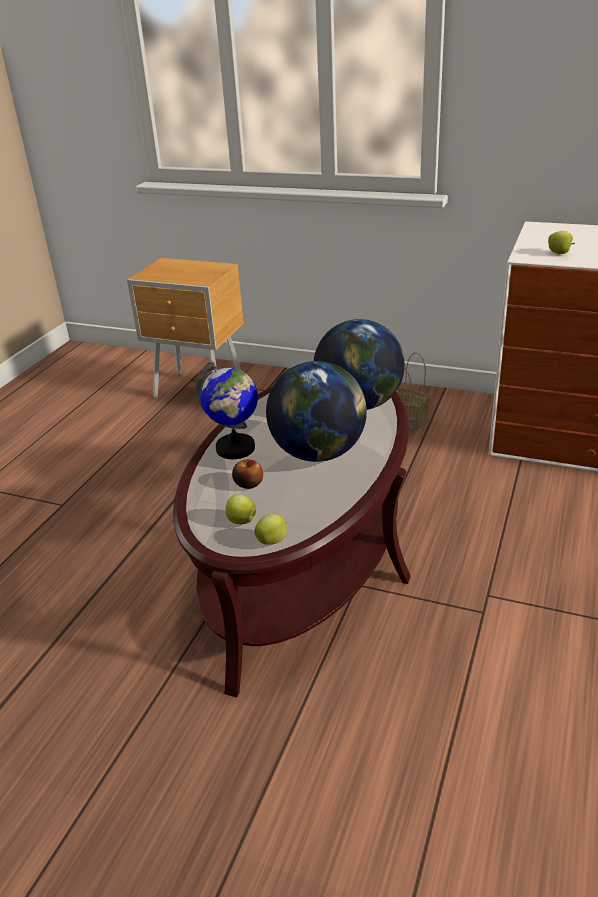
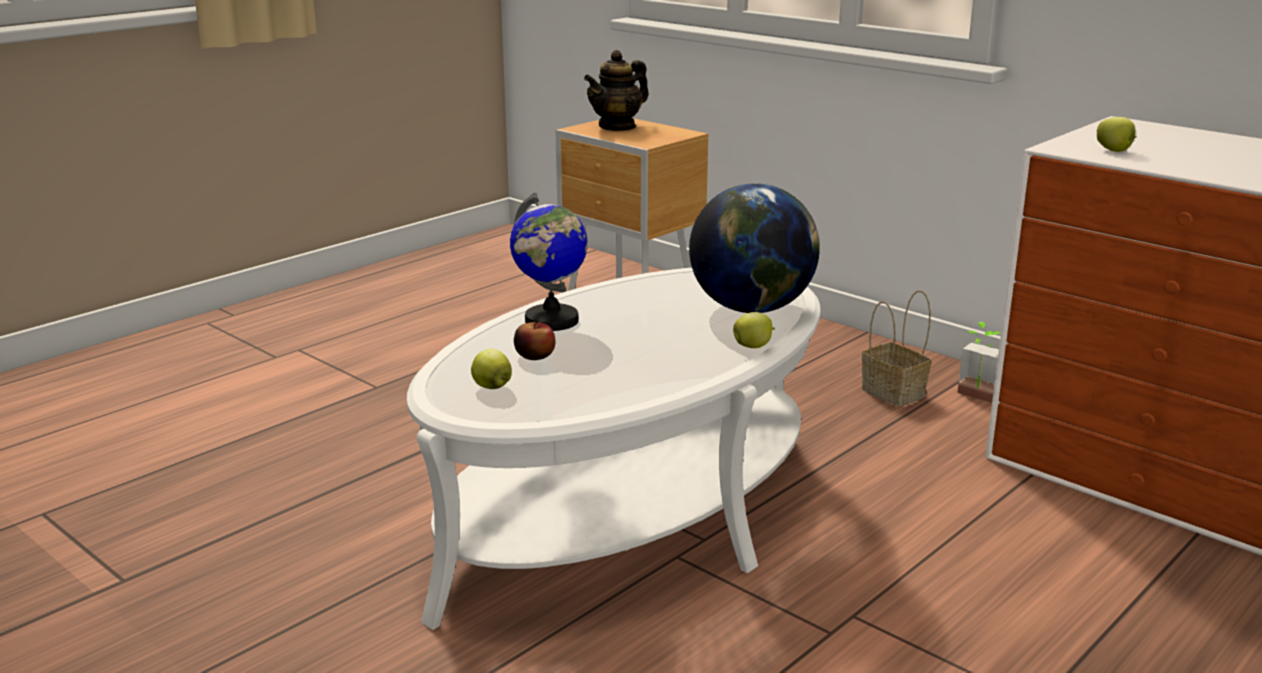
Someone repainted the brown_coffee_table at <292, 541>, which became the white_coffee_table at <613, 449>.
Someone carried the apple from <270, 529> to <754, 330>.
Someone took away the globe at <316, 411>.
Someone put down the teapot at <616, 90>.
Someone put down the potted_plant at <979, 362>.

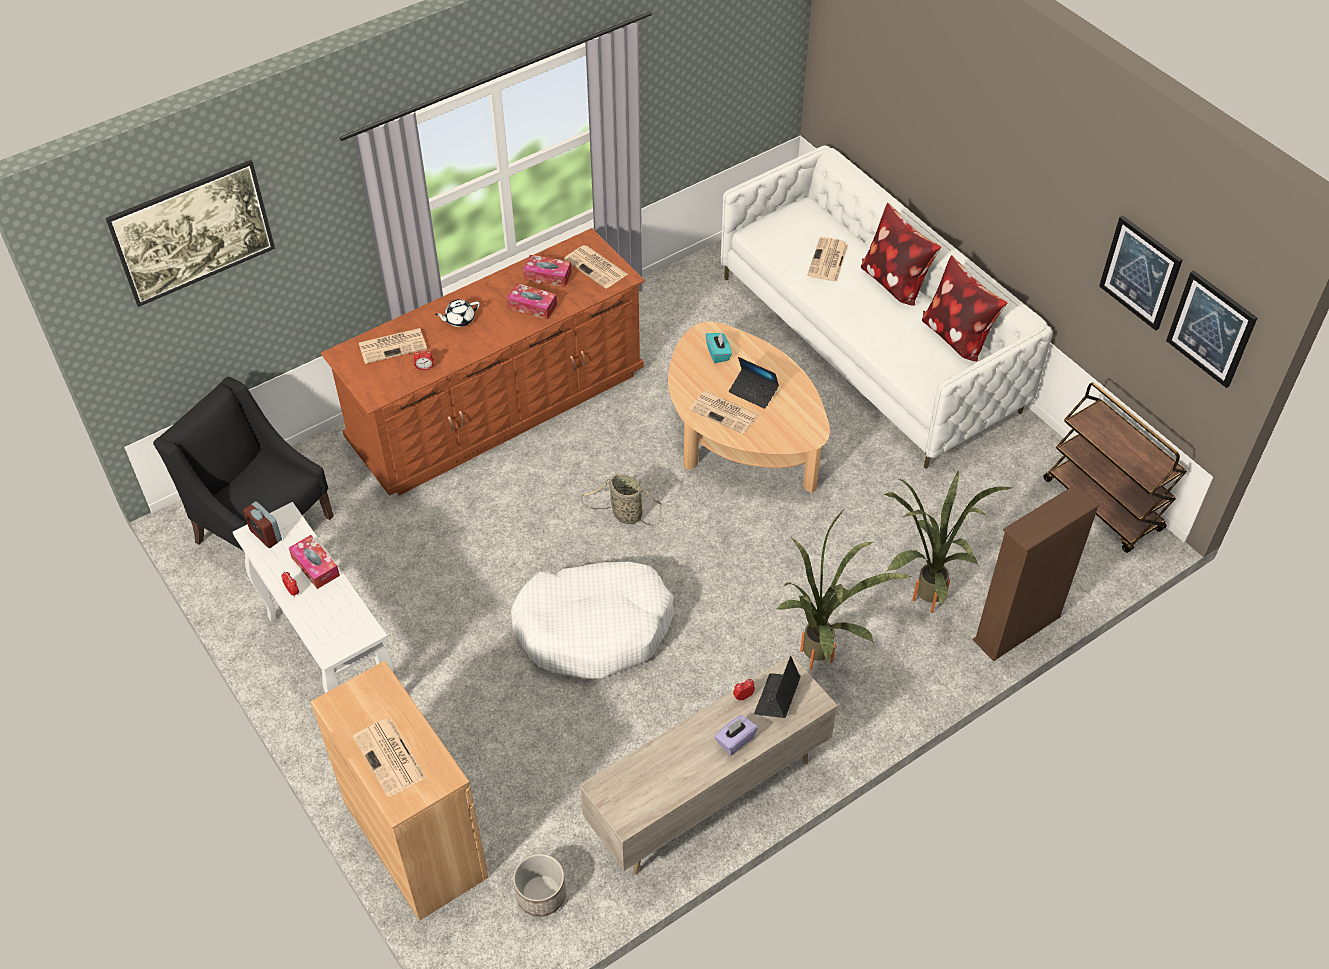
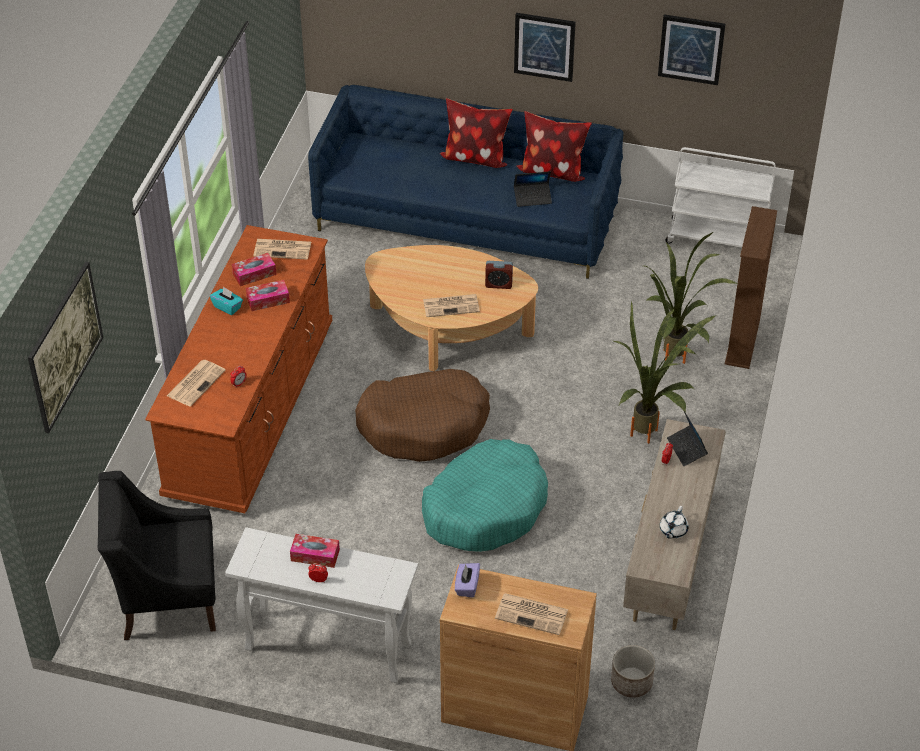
Someone carried the alarm_clock from <262, 524> to <499, 275>.
Someone carried the white_teapot from <457, 313> to <674, 522>.
Someone repainted the white_dog_bed at <592, 620>, which became the turquoise_dog_bed at <485, 495>.
Someone swapped the basket at <621, 500> for the brown_dog_bed at <422, 415>.
Someone carried the turquoise_tissue_box from <719, 347> to <226, 301>.
Someone carried the purple_tissue_box from <736, 735> to <467, 580>.
Someone repainted the white_sofa at <887, 307>, which became the blue_sofa at <465, 182>.
Someone carried the laptop from <754, 383> to <533, 189>.
Someone took away the newspaper at <827, 259>.
Someone repainted the brown_cart at <1115, 467>, which became the white_cart at <720, 197>.
Someone carried the picture from <1211, 329> to <545, 47>.

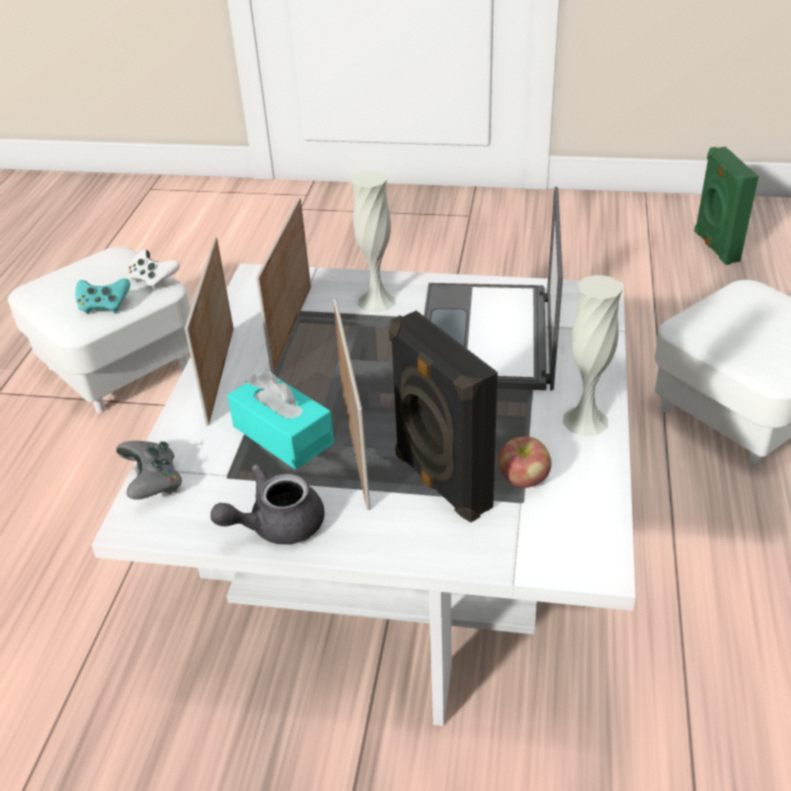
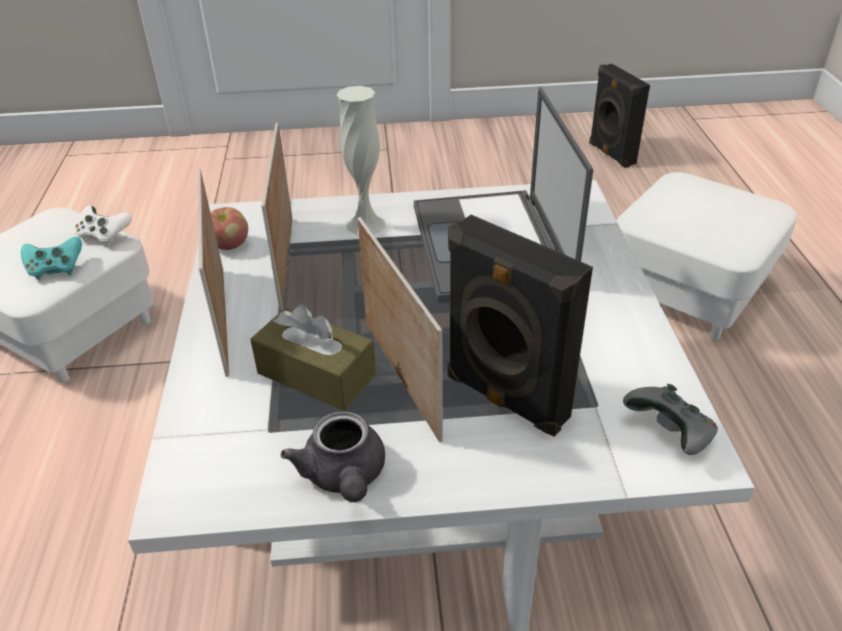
Someone carried the grey_game_controller from <149, 470> to <670, 419>.
Someone rotated the grey_teapot at <267, 504> by 60 degrees counterclockwise.
Someone repainted the turquoise_tissue_box at <280, 420>, which became the brown_tissue_box at <313, 357>.
Someone carried the apple from <525, 462> to <229, 228>.
Someone took away the white_vase at <593, 355>.
Someone repainted the green_speaker at <726, 206>, which became the black_speaker at <619, 116>.

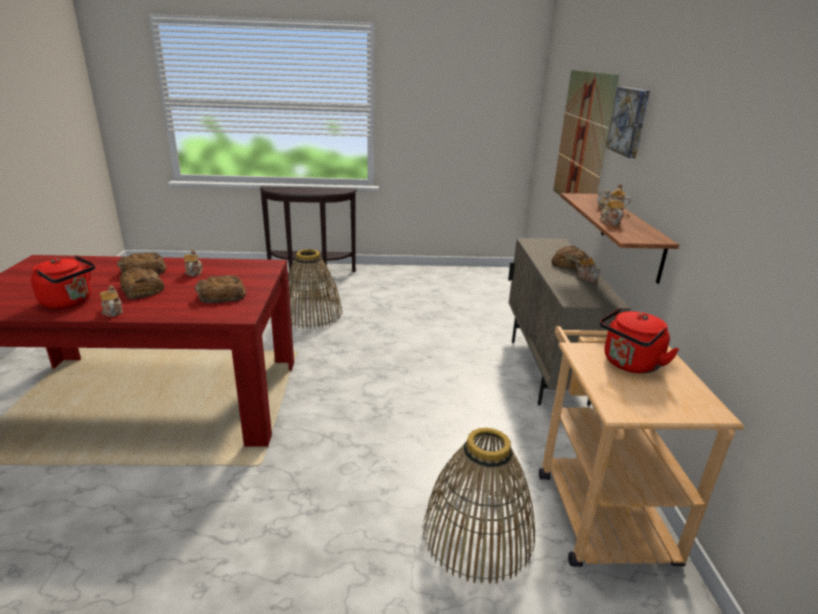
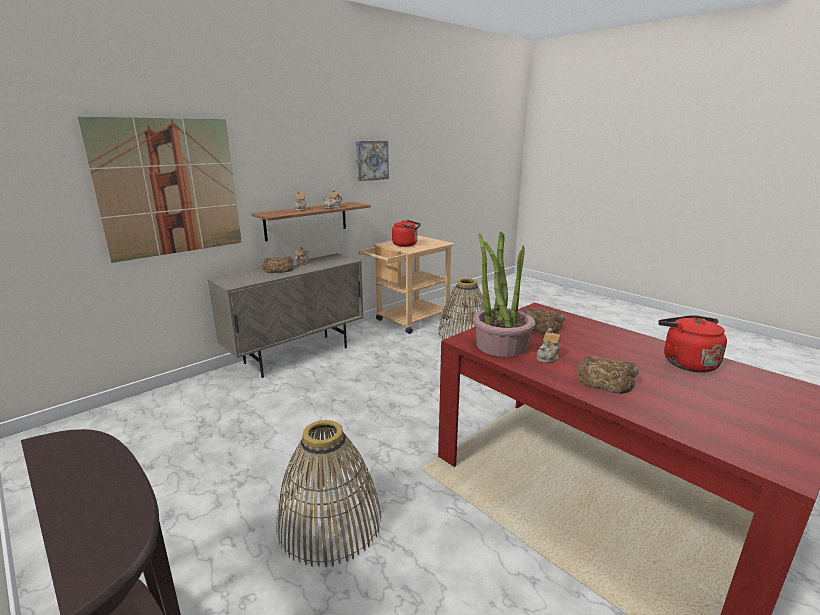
Someone took away the teapot at <111, 300>.
Someone took away the bread at <142, 283>.
Someone carried the picture from <628, 122> to <372, 161>.
Someone put down the potted_plant at <504, 294>.

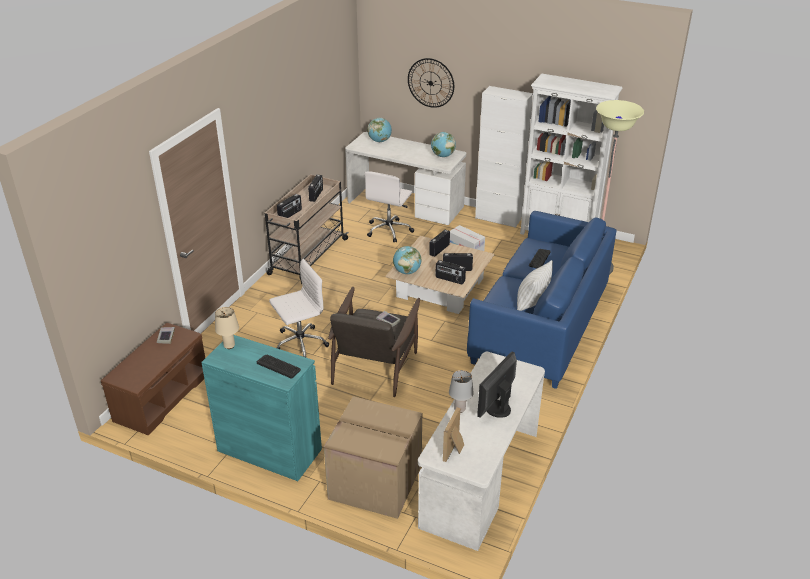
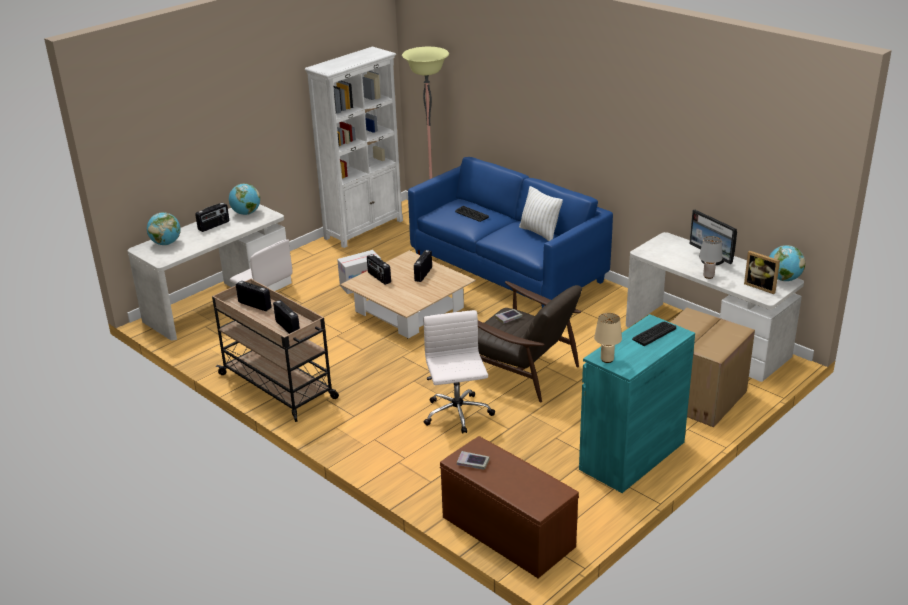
Someone carried the globe from <407, 260> to <787, 263>.
Someone took away the wall_clock at <431, 83>.
Someone carried the radio from <450, 272> to <212, 217>.
Someone took away the white_cabinet at <504, 157>.

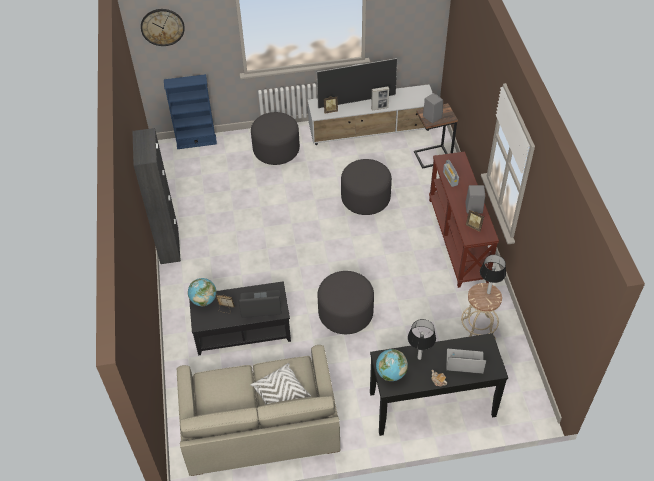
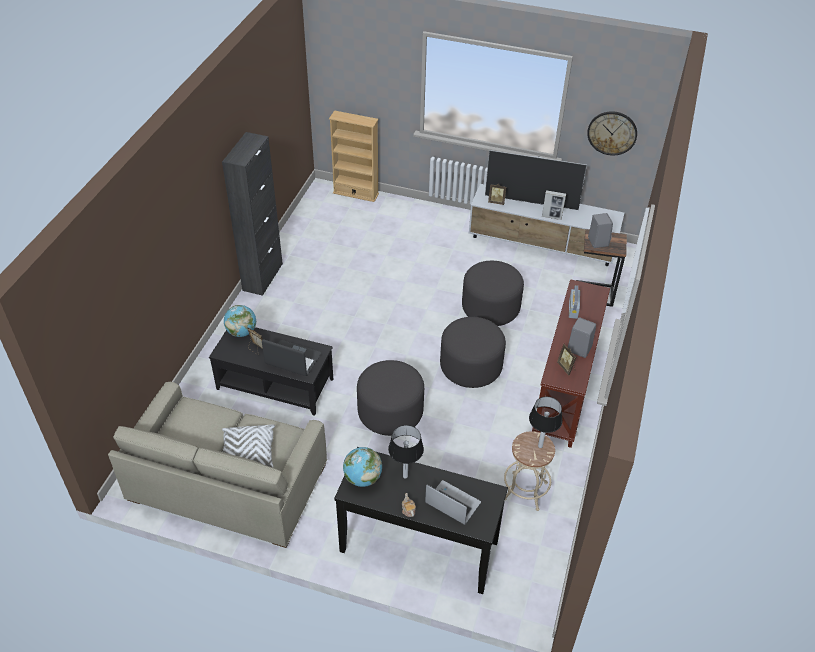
Someone carried the wall_clock from <163, 27> to <612, 133>.
Someone repainted the blue_bookcase at <190, 111>, which became the beige_bookcase at <354, 156>.
Someone carried the grey_ottoman from <275, 138> to <473, 352>.

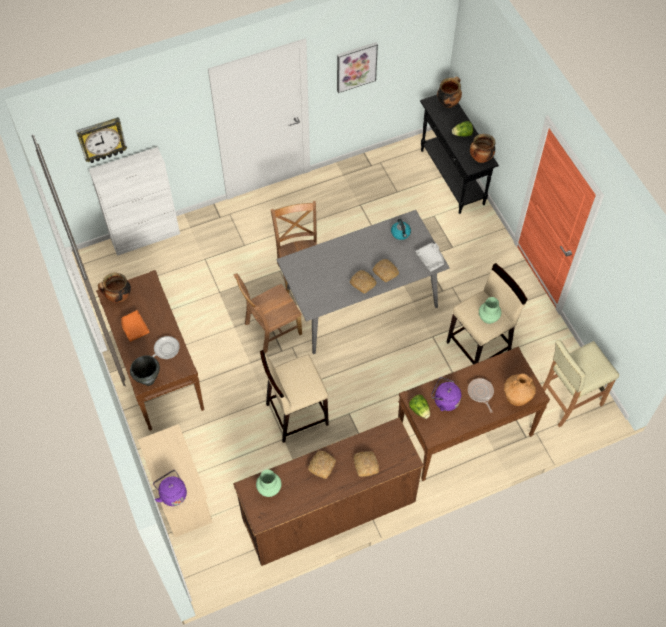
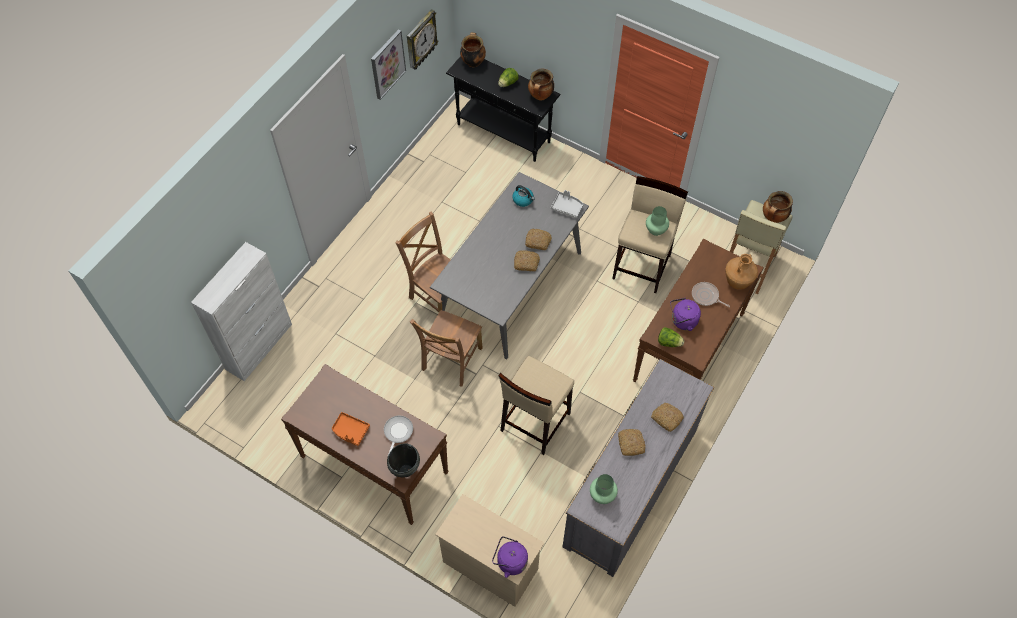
Someone carried the wall_clock from <101, 140> to <422, 39>.
Someone carried the cooking_pot from <114, 287> to <778, 207>.
Someone repainted the brown_dresser at <328, 491>, which became the grey_dresser at <638, 468>.

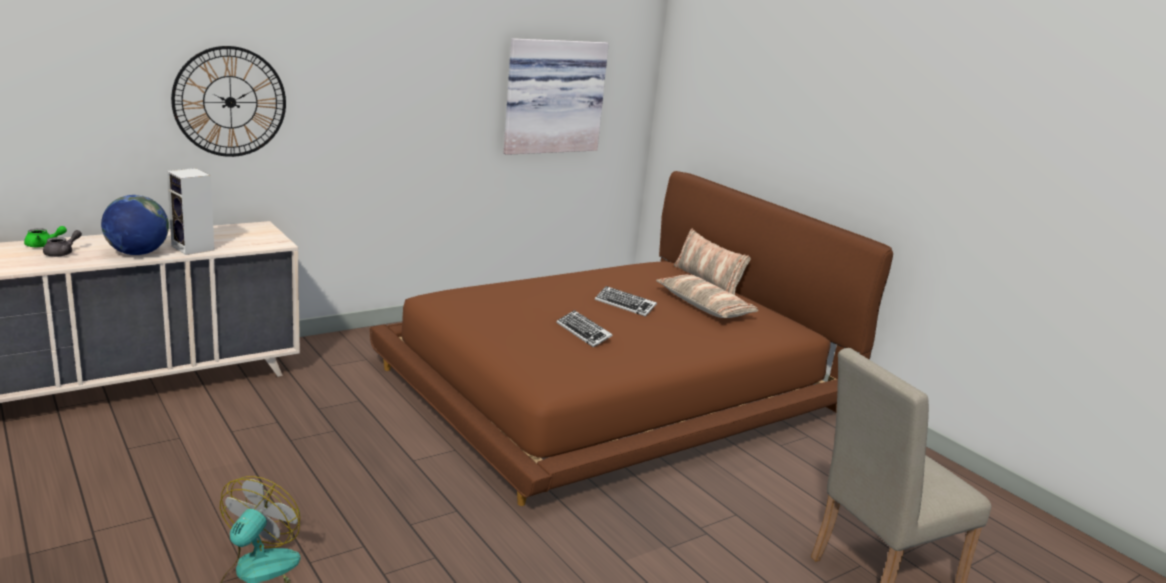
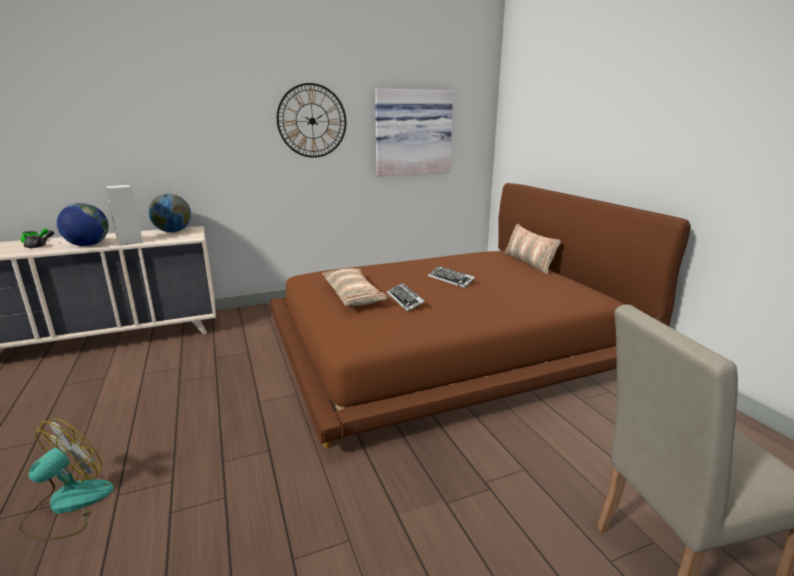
Someone carried the wall_clock from <228, 101> to <311, 120>.
Someone carried the pillow from <707, 296> to <354, 287>.
Someone put down the globe at <170, 213>.

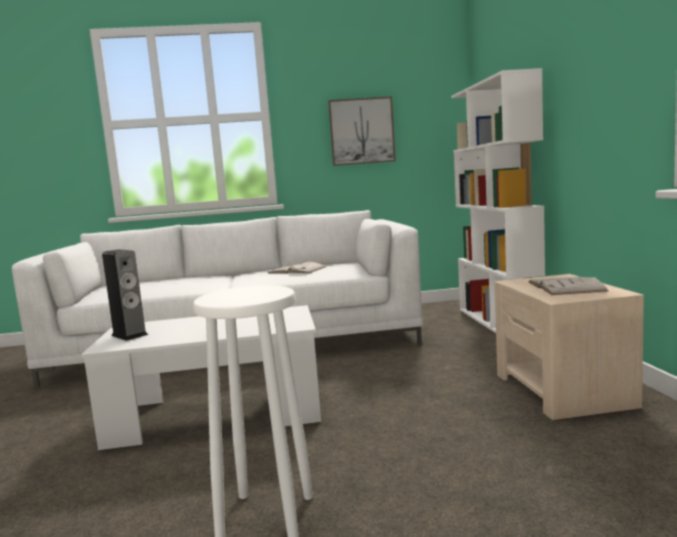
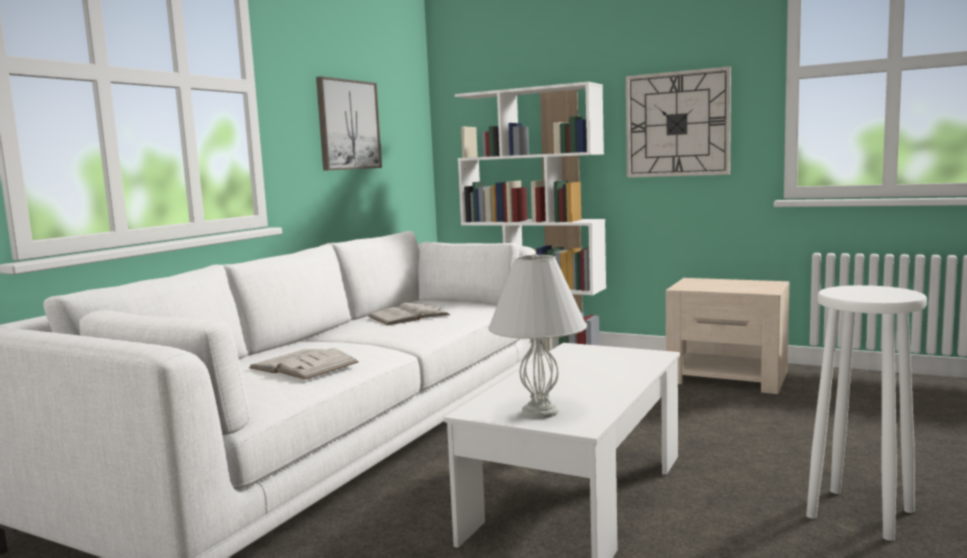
Someone swapped the speaker at <125, 295> for the white_table_lamp at <537, 336>.
Someone carried the white_book from <568, 286> to <304, 364>.
Someone put up the wall_clock at <678, 122>.

